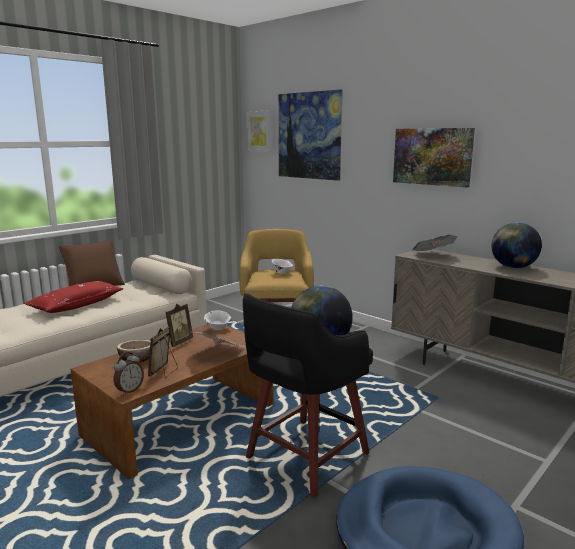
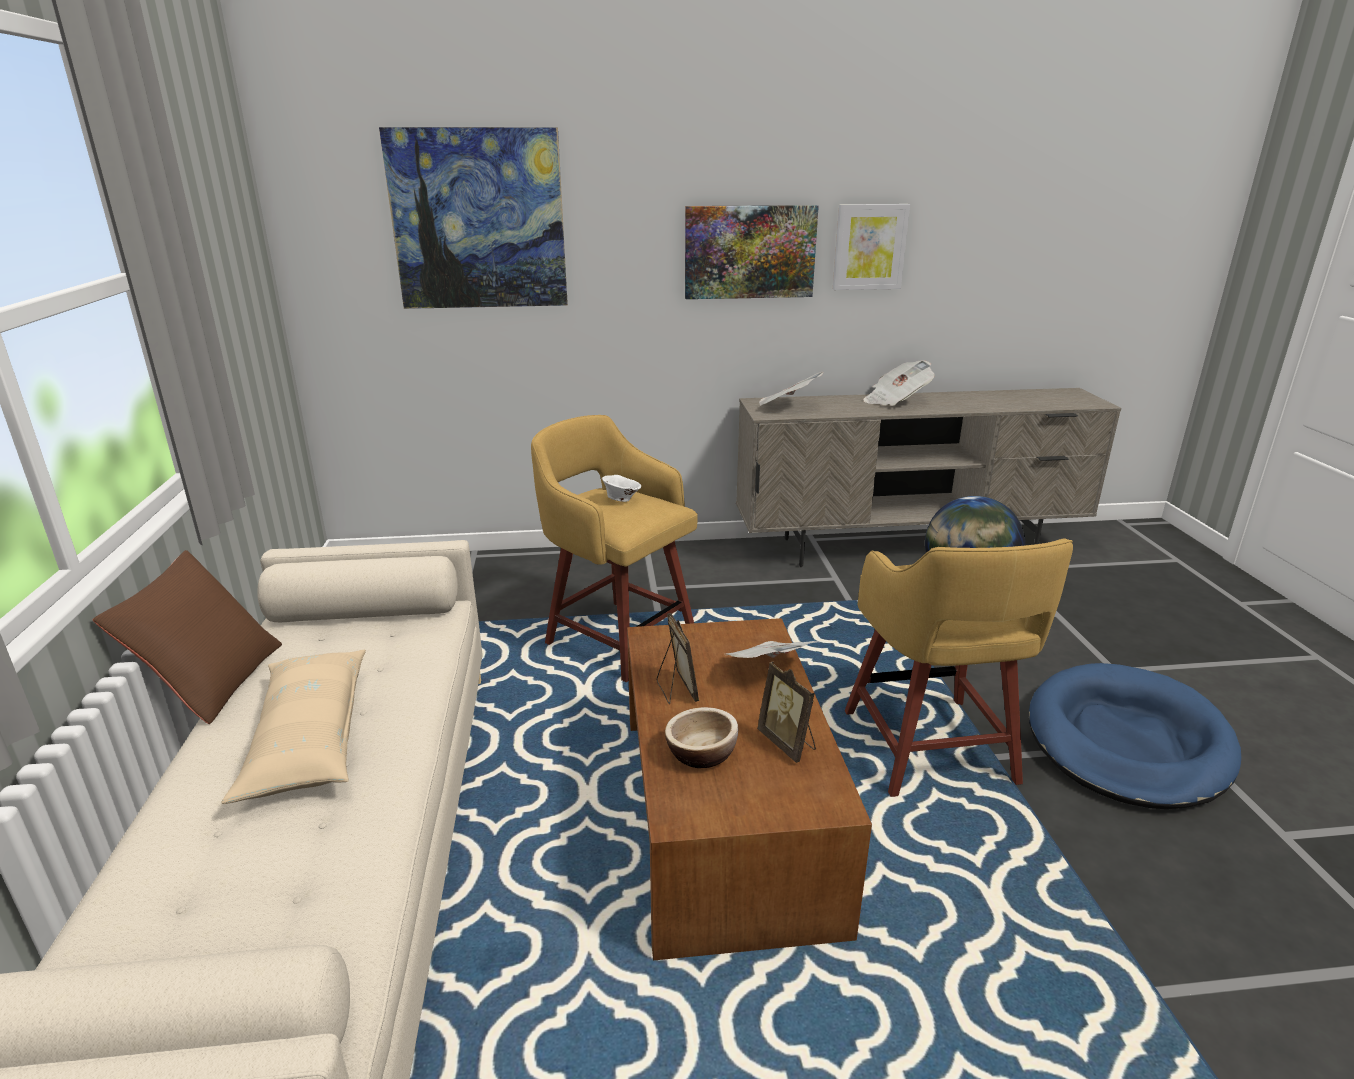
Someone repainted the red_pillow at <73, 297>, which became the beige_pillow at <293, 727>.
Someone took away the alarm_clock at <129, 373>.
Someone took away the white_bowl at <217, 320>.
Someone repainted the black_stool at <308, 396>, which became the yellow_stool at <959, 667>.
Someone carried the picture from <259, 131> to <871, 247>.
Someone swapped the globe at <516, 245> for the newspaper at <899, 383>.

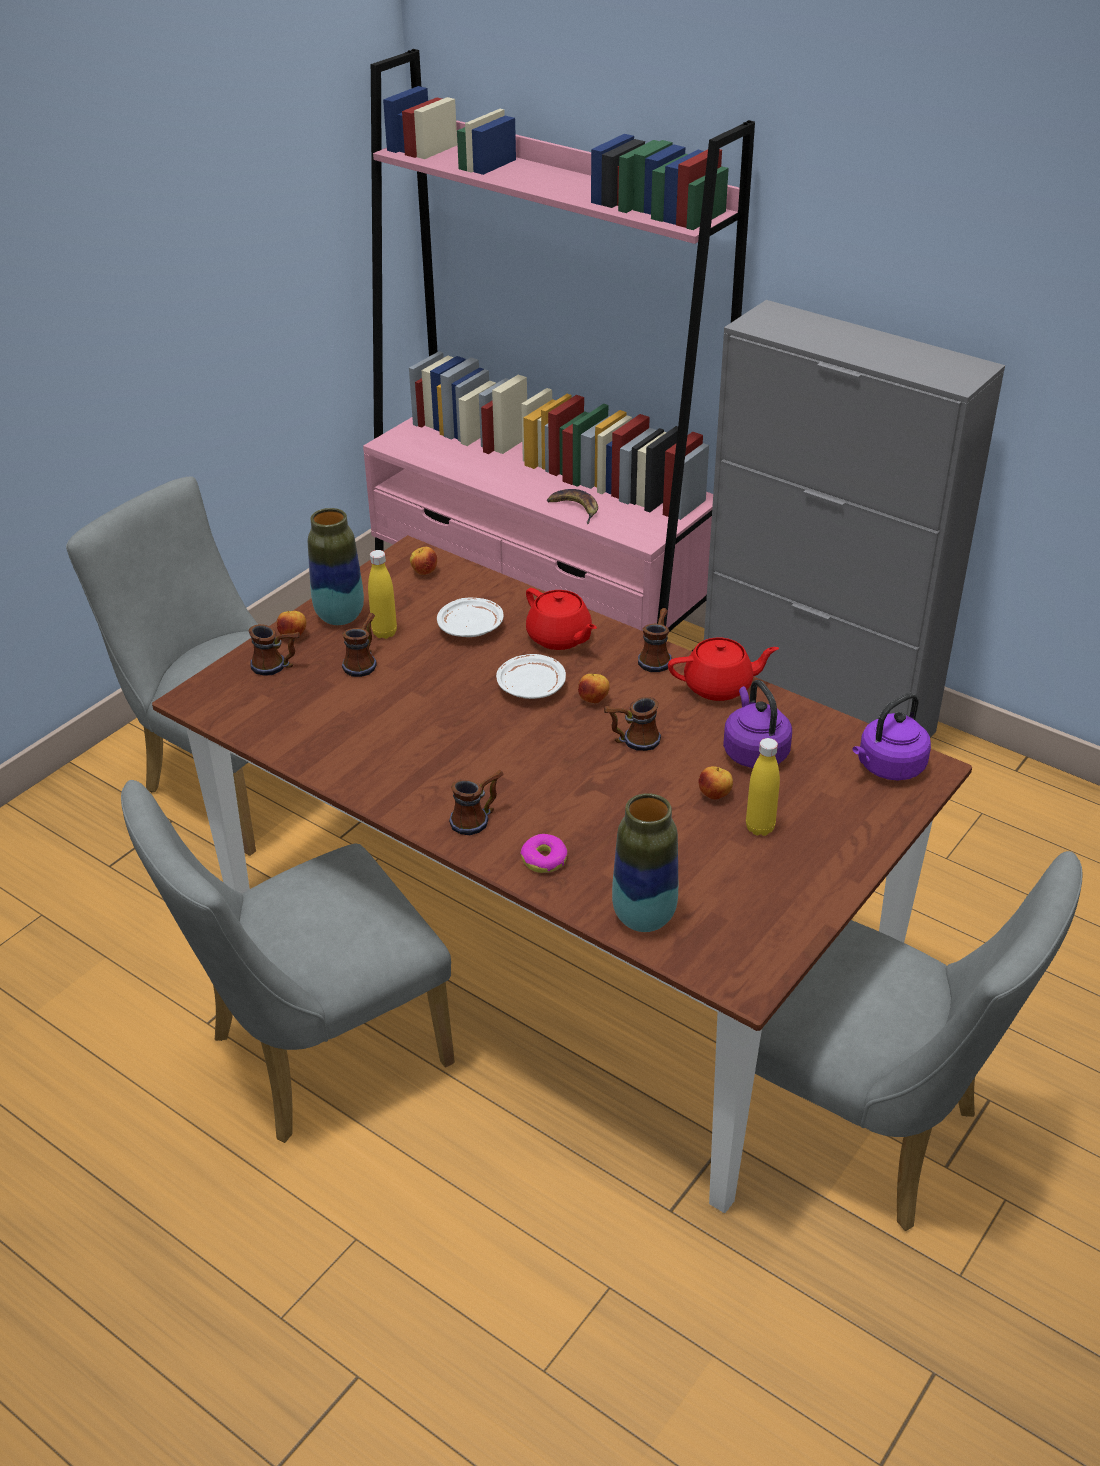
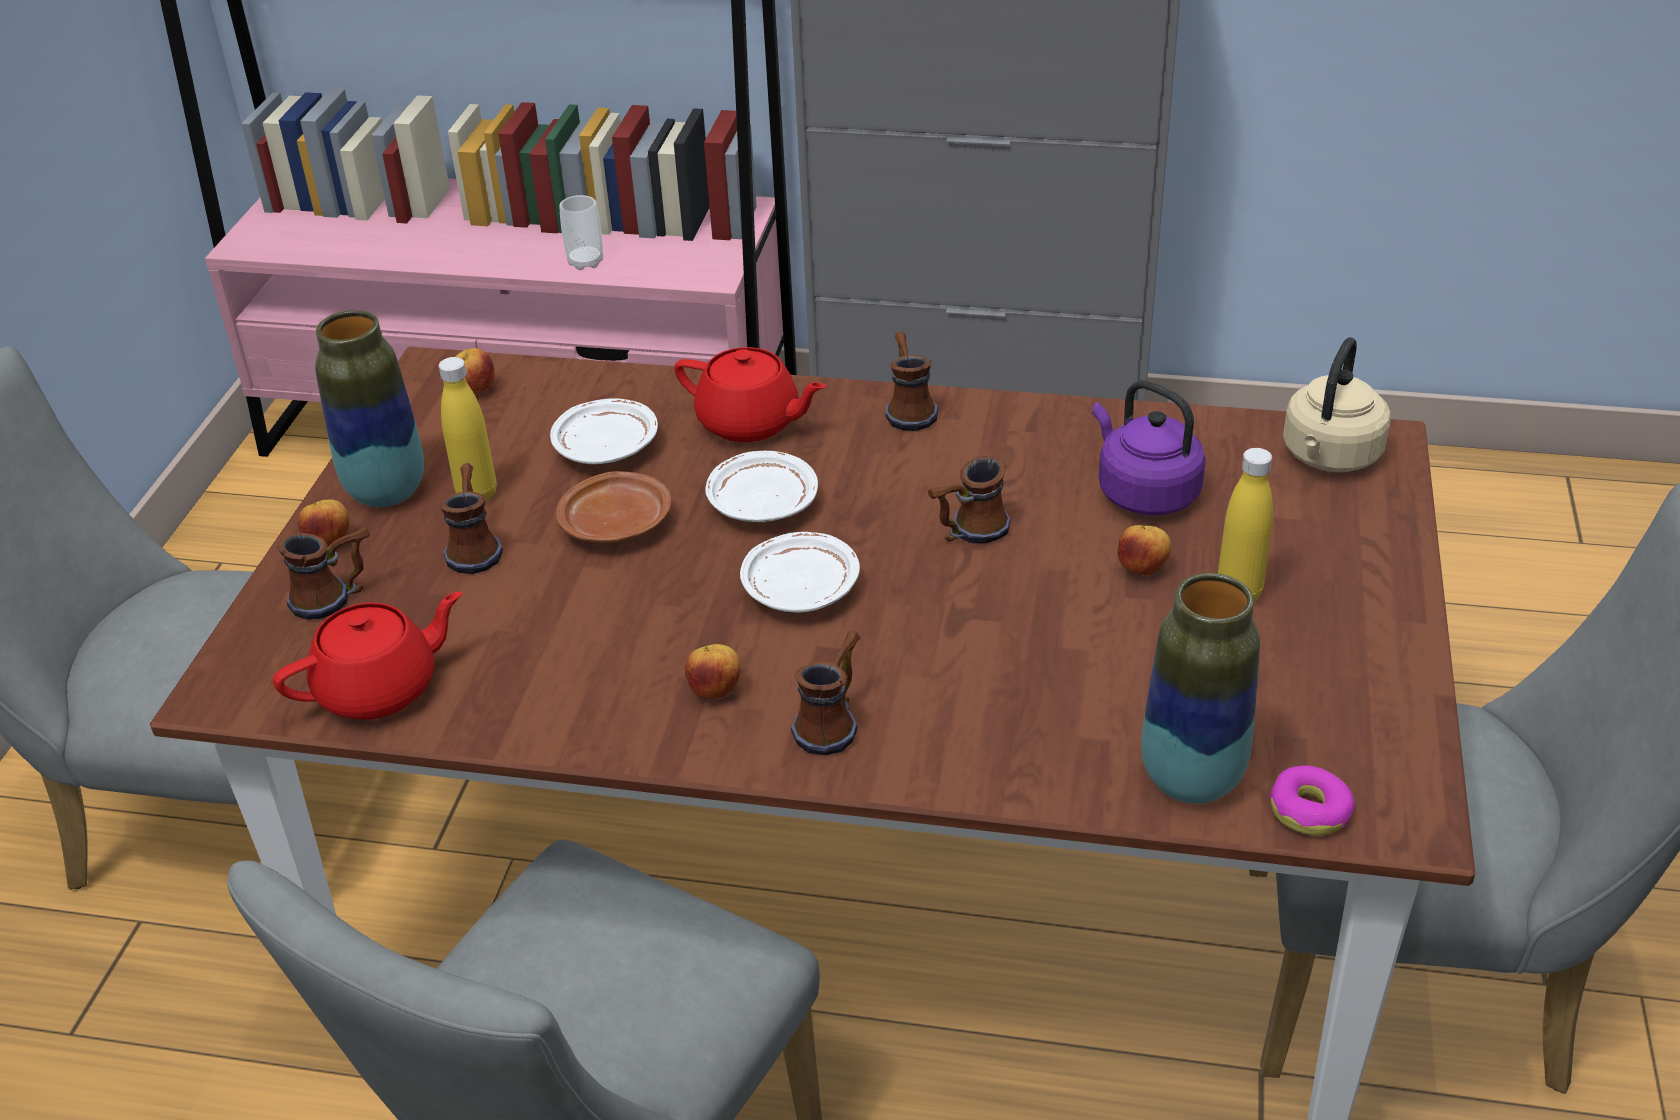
Someone carried the donut from <544, 853> to <1312, 800>.
Someone swapped the banana at <572, 506> for the cup at <581, 232>.
Someone carried the apple from <594, 688> to <713, 671>.
Someone carried the red_teapot from <723, 669> to <367, 655>.
Someone repainted the purple_kettle at <892, 736>, which became the beige_kettle at <1337, 404>.
Someone put down the brown_plate at <613, 507>.
Someone put down the white_plate at <800, 572>.

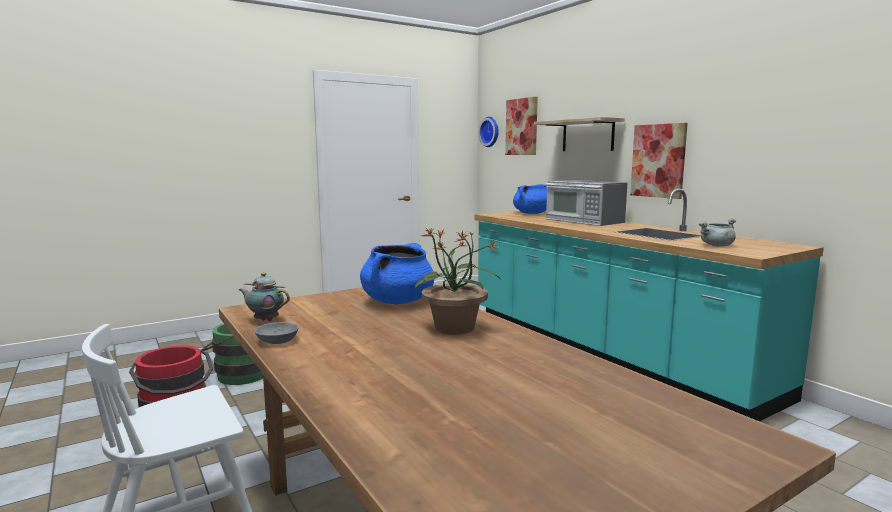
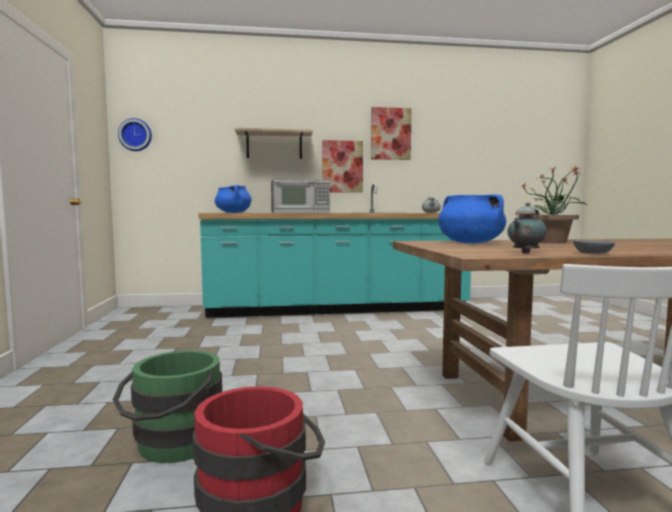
Someone carried the picture from <521, 126> to <391, 133>.

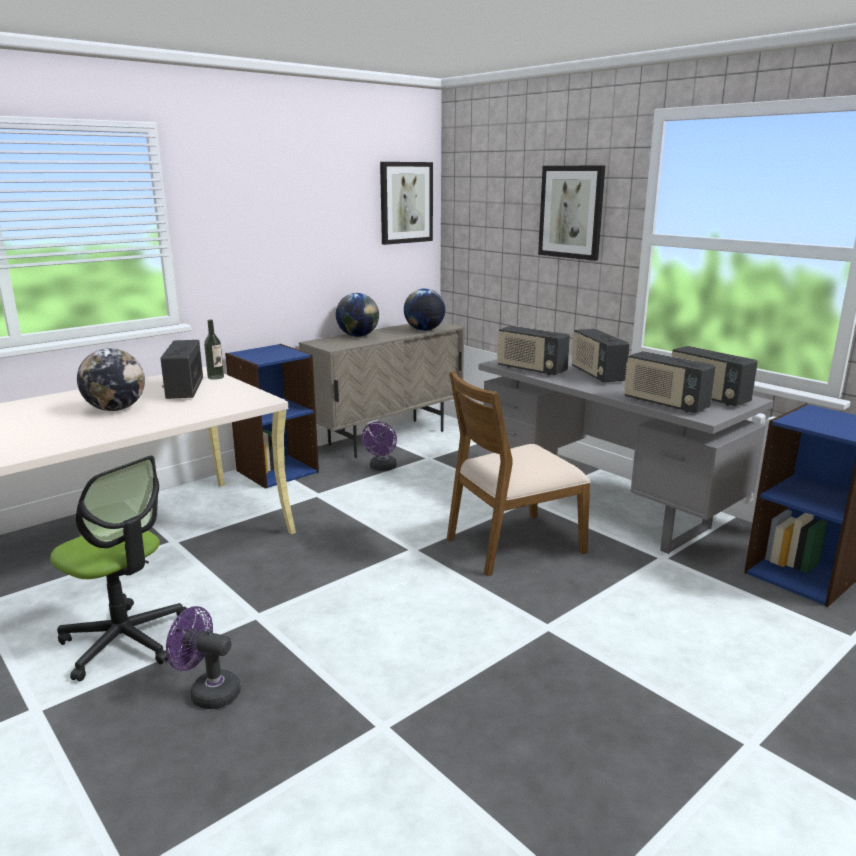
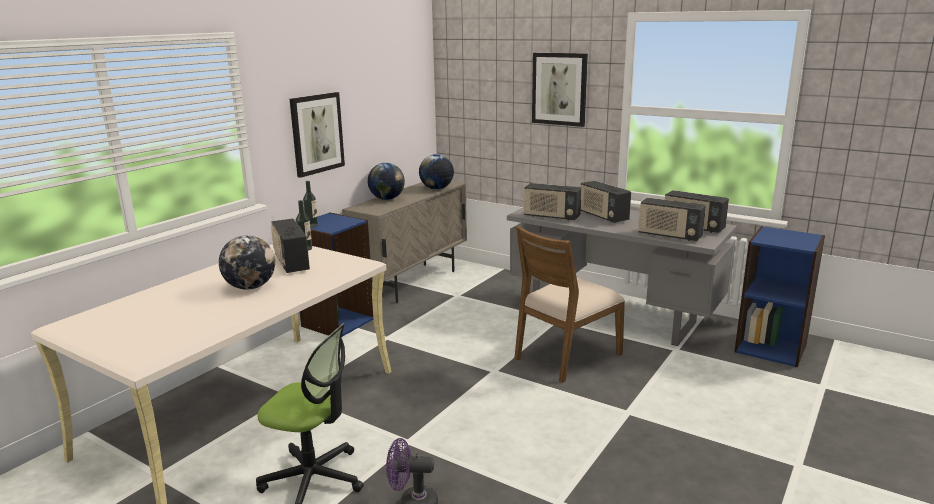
Someone took away the purple_fan at <379, 446>.
Someone carried the picture from <406, 203> to <317, 135>.
Someone put down the bottle at <310, 204>.

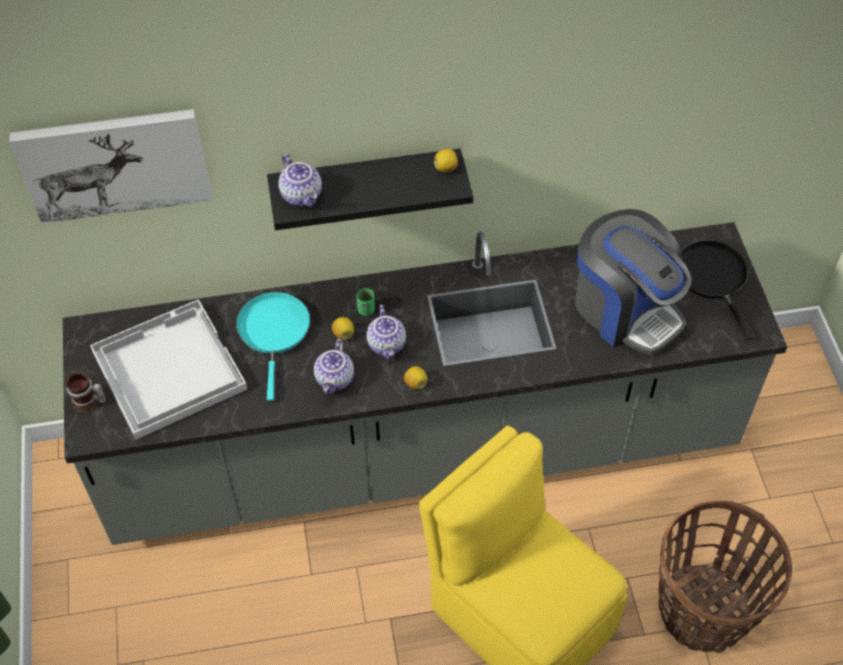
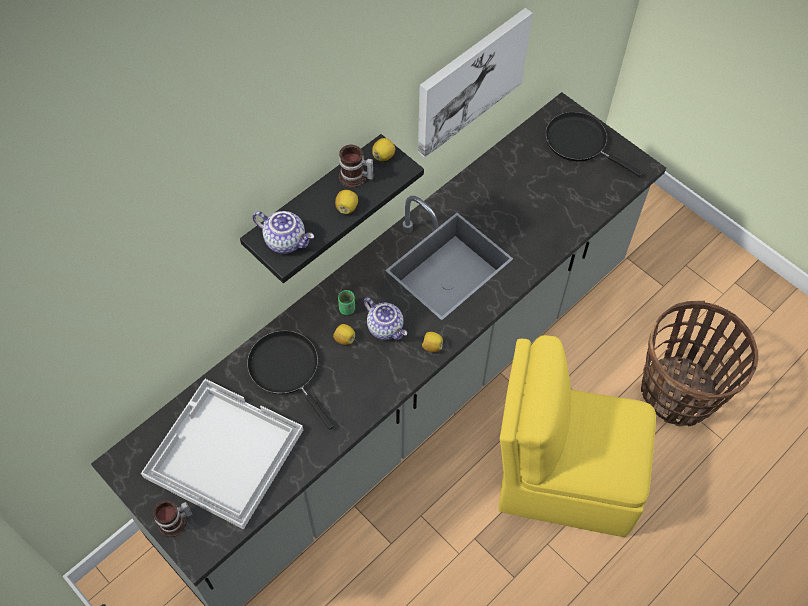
Someone carried the picture from <111, 166> to <475, 83>.
Someone repainted the turquoise_frying_pan at <273, 346>, which became the black_frying_pan at <290, 380>.
Someone took away the teapot at <334, 366>.
Someone took away the coffee_machine at <633, 282>.
Someone put down the lemon at <346, 202>.
Someone put down the mug at <356, 166>.

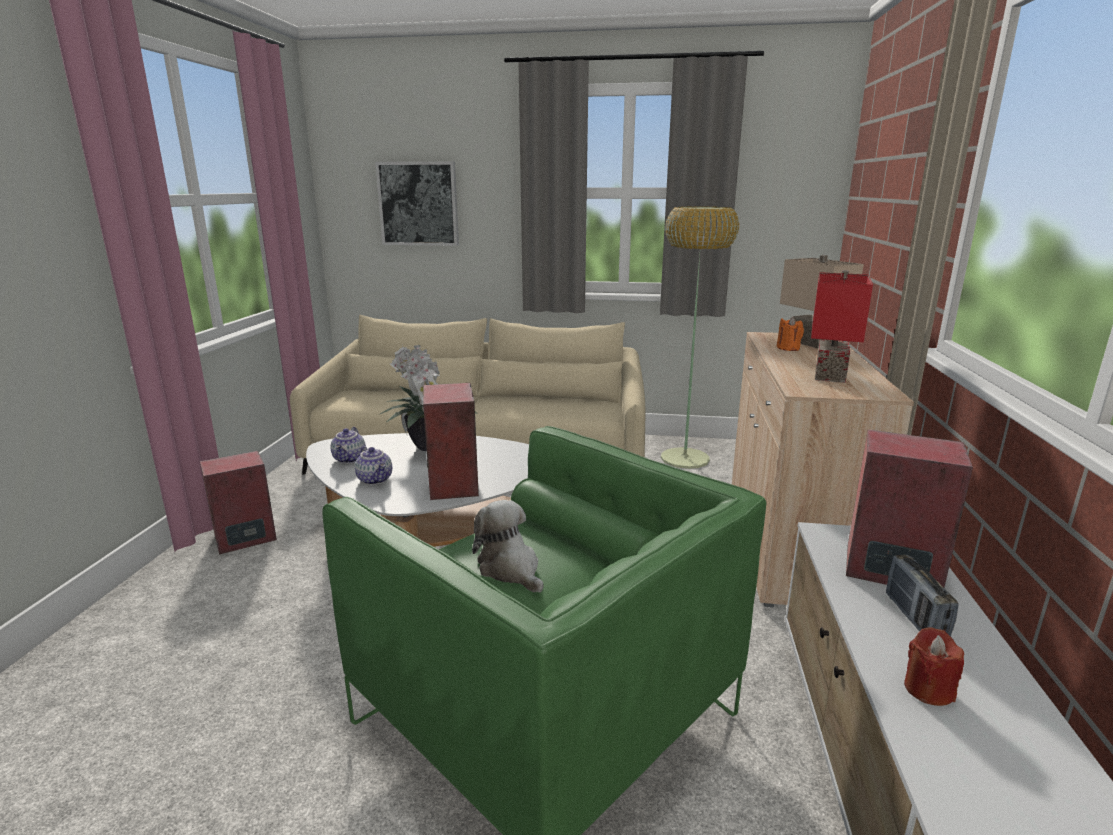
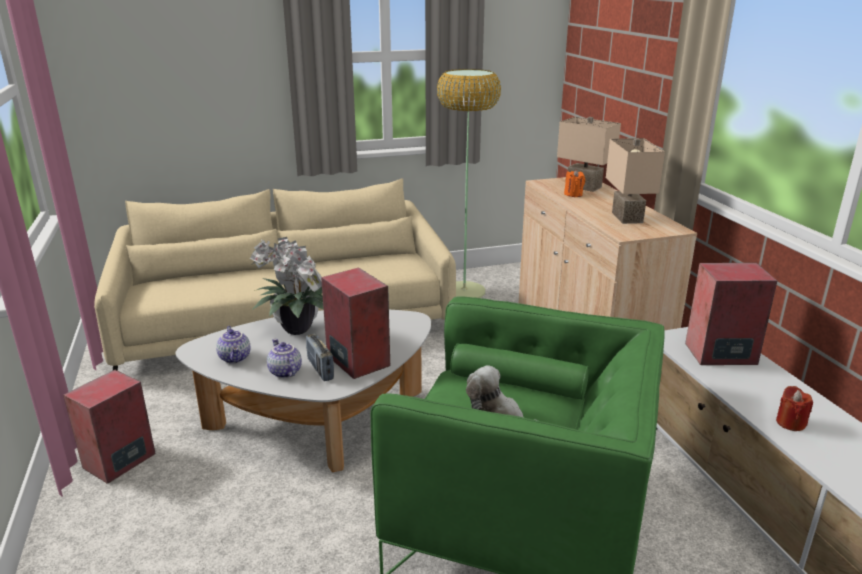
Someone rotated the teapot at <373, 465> by 150 degrees counterclockwise.
Someone took away the picture at <417, 203>.
Someone repainted the red_table_lamp at <842, 326>, which became the beige_table_lamp at <635, 181>.
Someone carried the radio from <922, 595> to <320, 357>.

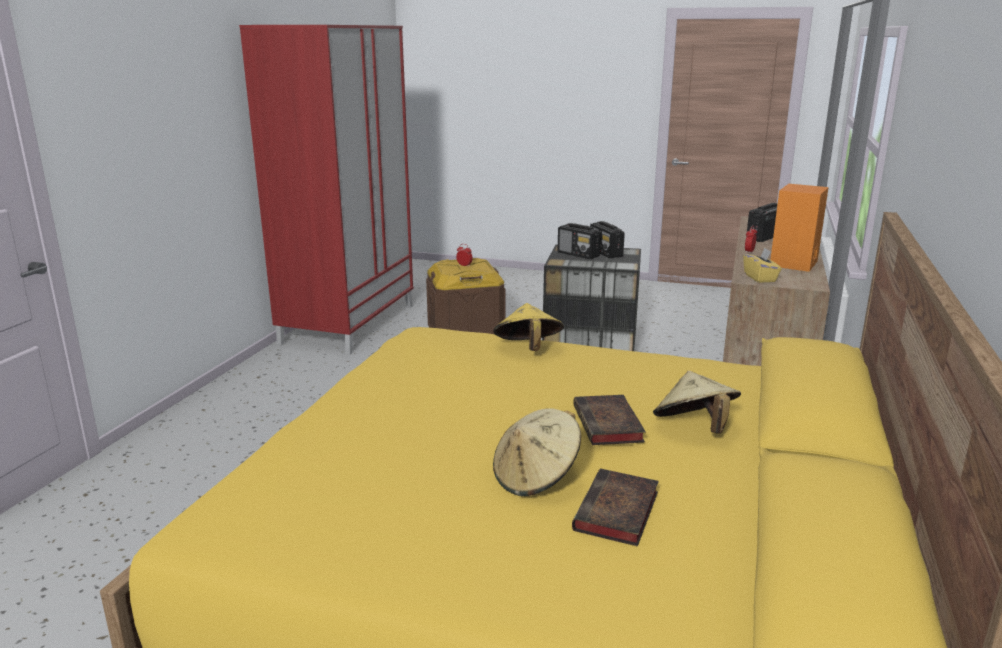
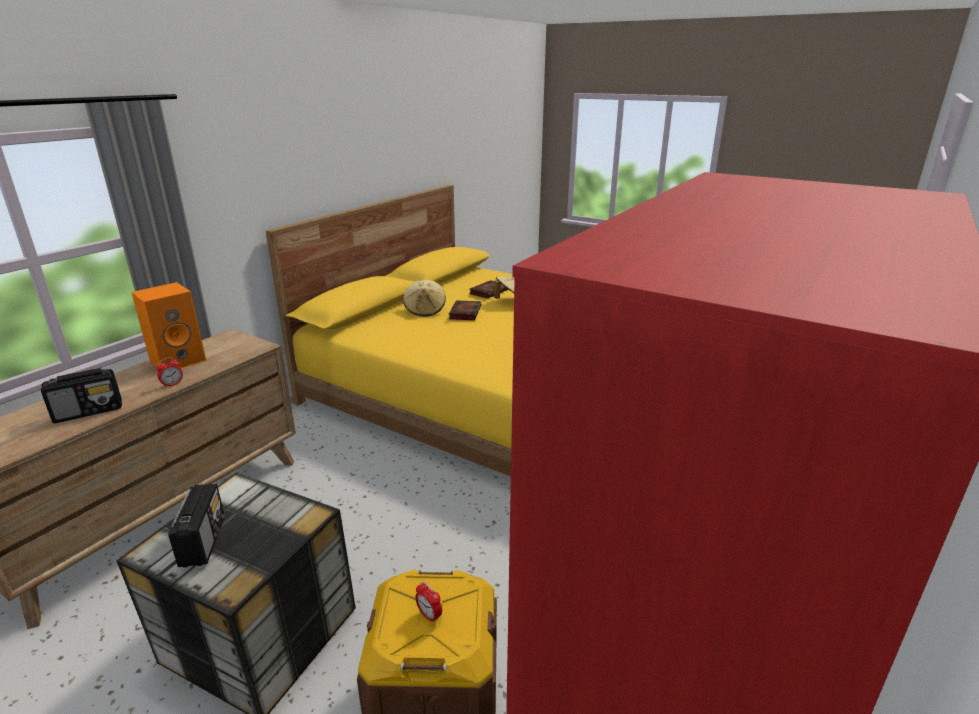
Someone took away the yellow_hat at <528, 327>.
Someone took away the radio at <579, 241>.
Someone took away the yellow_tissue_box at <762, 265>.

